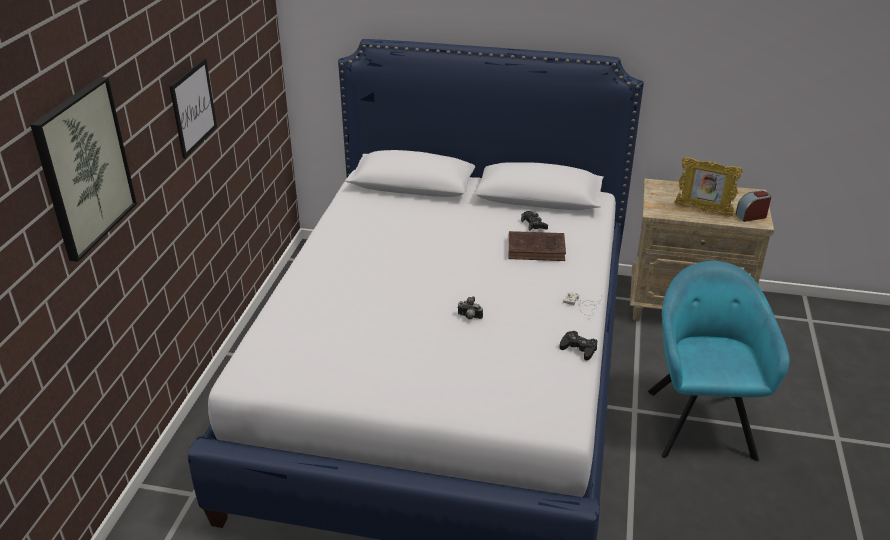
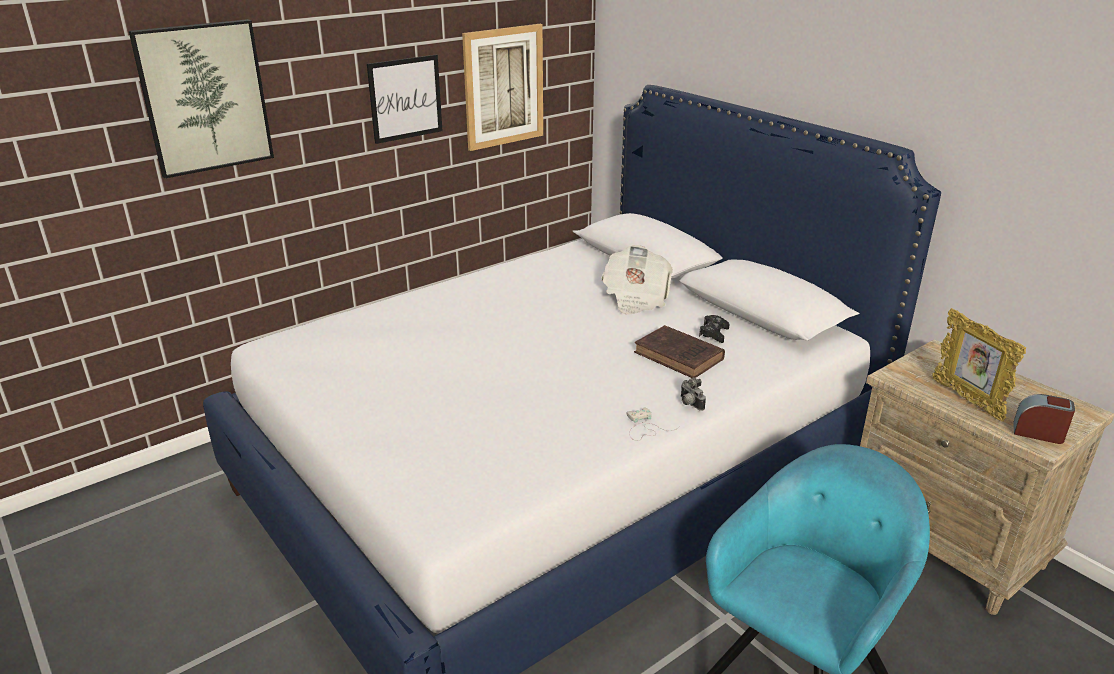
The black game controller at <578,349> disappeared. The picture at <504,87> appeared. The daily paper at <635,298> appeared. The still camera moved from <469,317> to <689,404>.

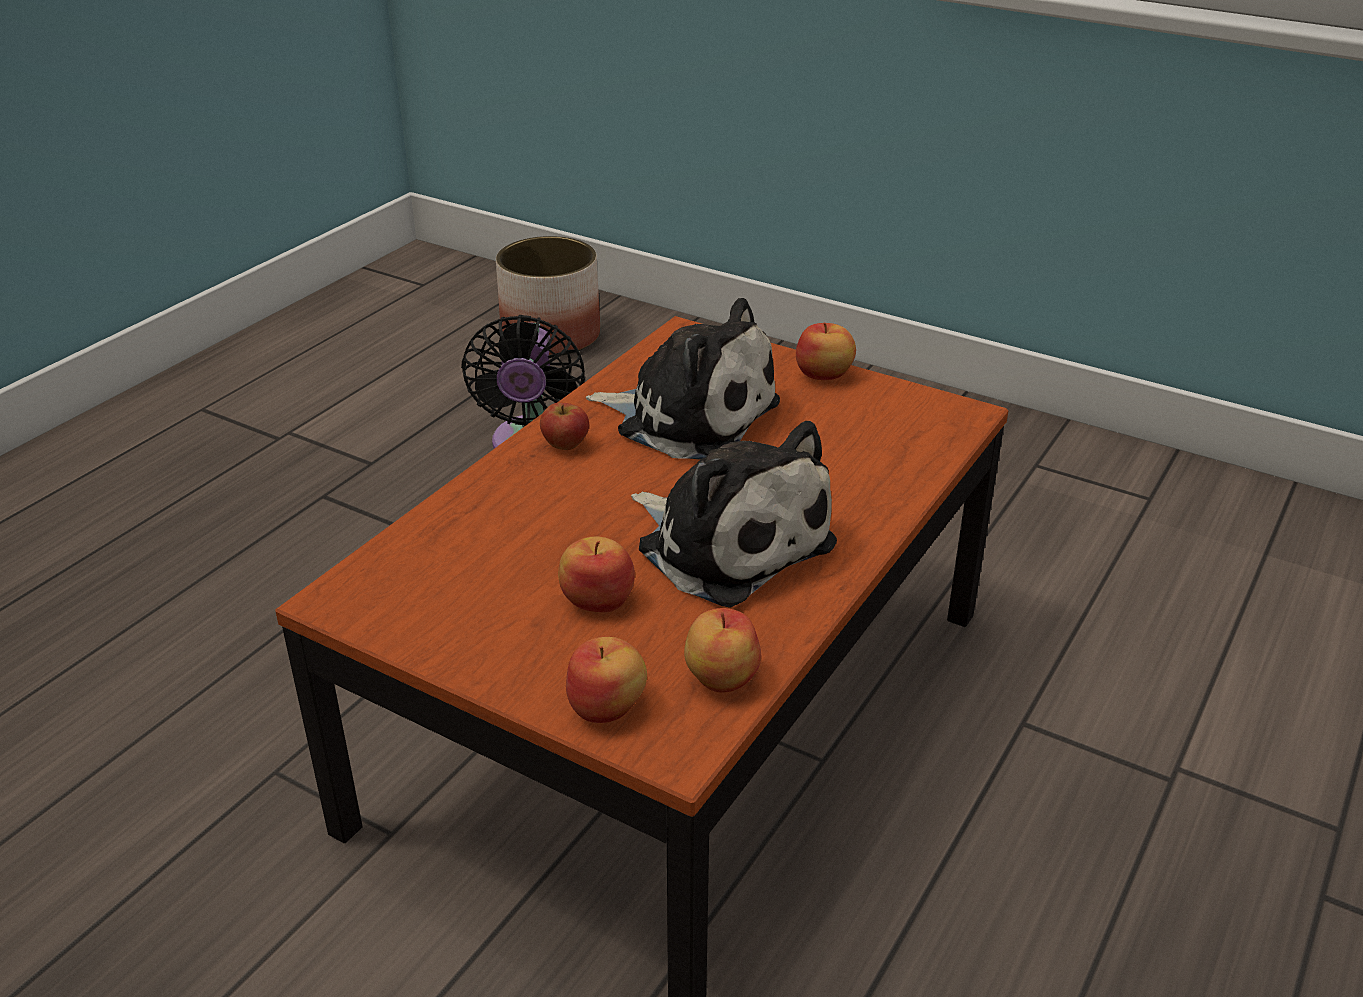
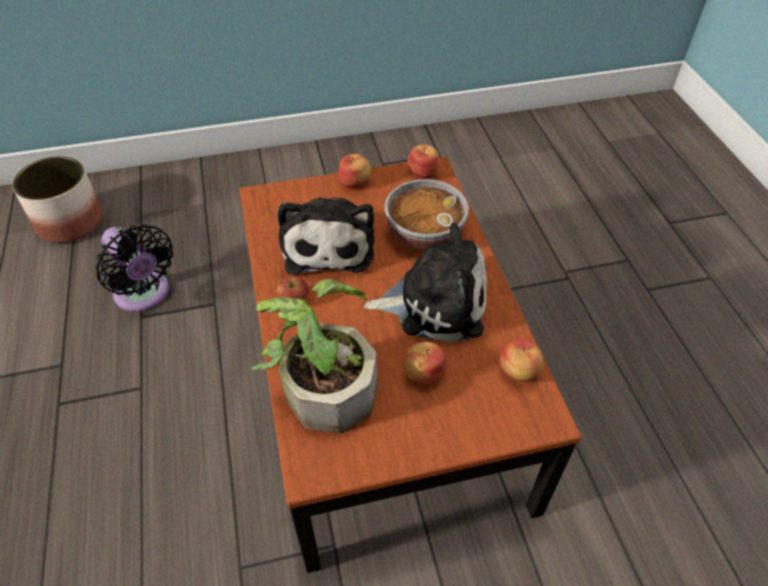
The plant in a pot at <323,384> appeared. The deep dish at <424,232> appeared. The apple fruit moved from <607,707> to <424,172>. The plush toy at <690,416> turned 105 degrees clockwise.

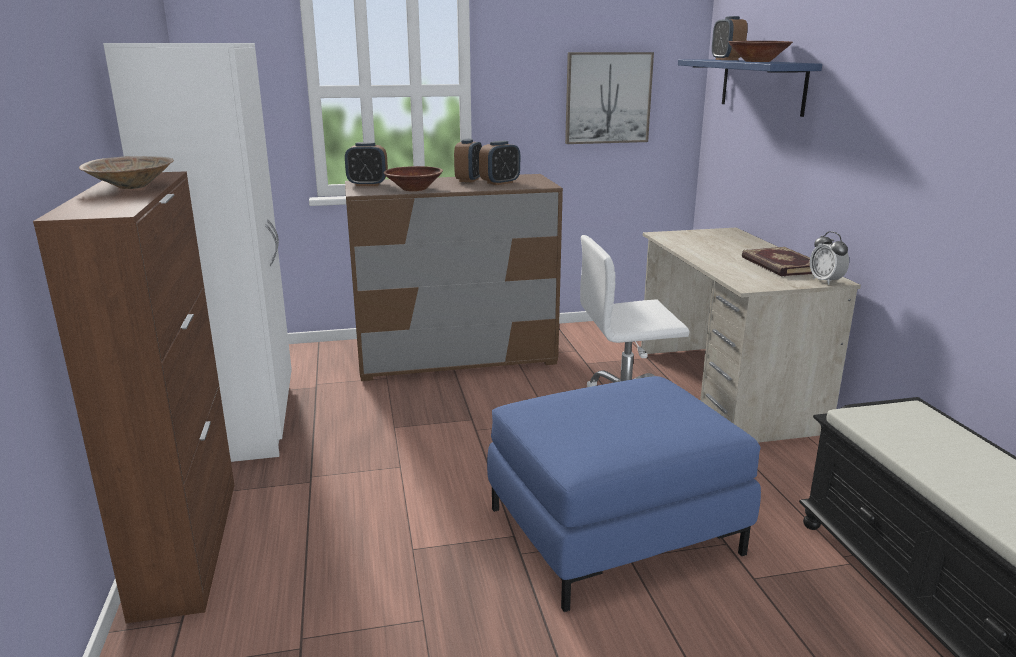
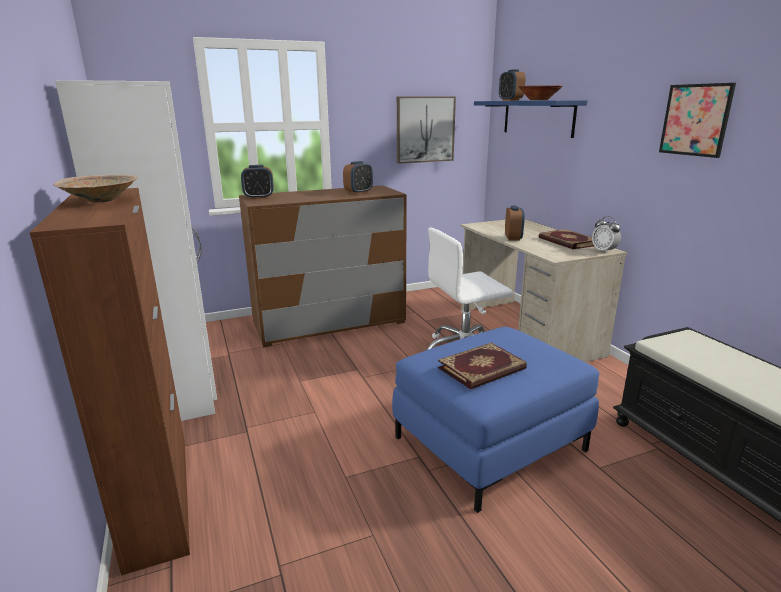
The brown-coloured deep dish at <414,189> disappeared. The bound book at <482,369> appeared. The picture at <695,120> appeared. The bedside clock moved from <469,180> to <513,238>.

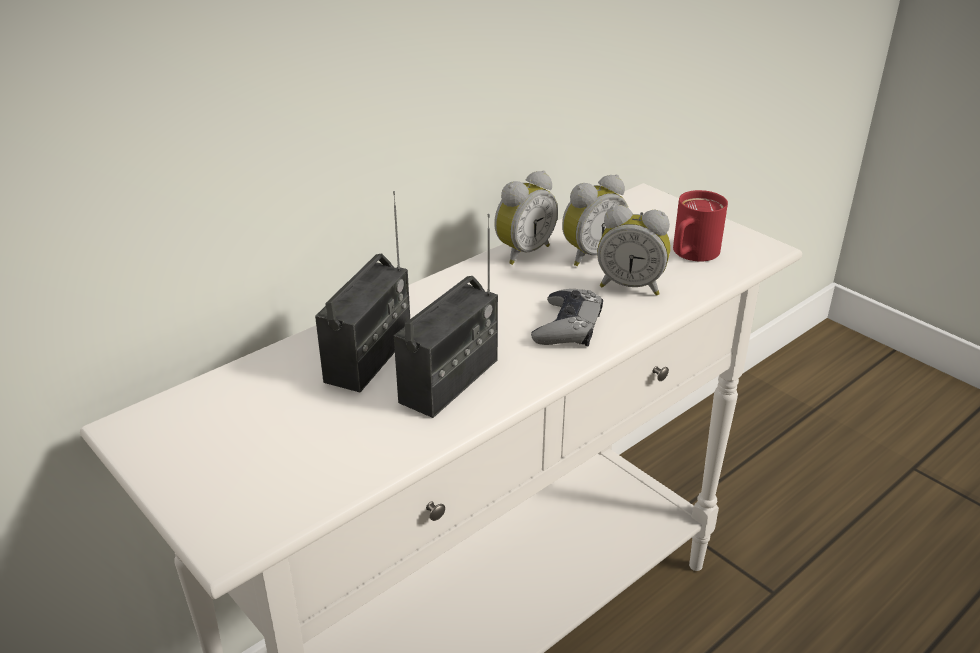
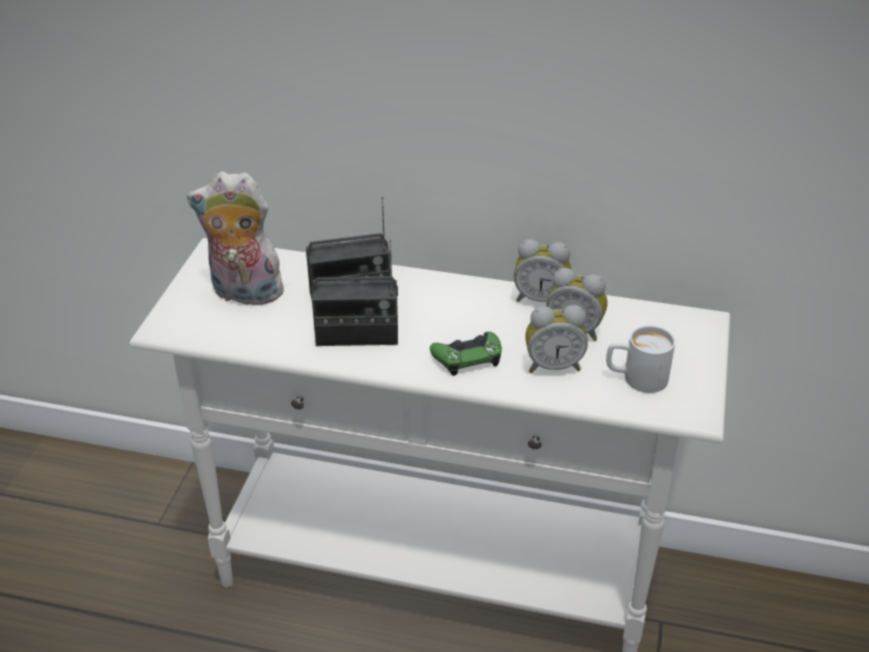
The plush toy at <244,294> appeared. The grey game controller at <568,326> became the green game controller at <467,357>. The red-coloured tea mug at <691,254> became the white tea mug at <635,378>. The bedside clock at <630,285> turned 75 degrees counterclockwise.

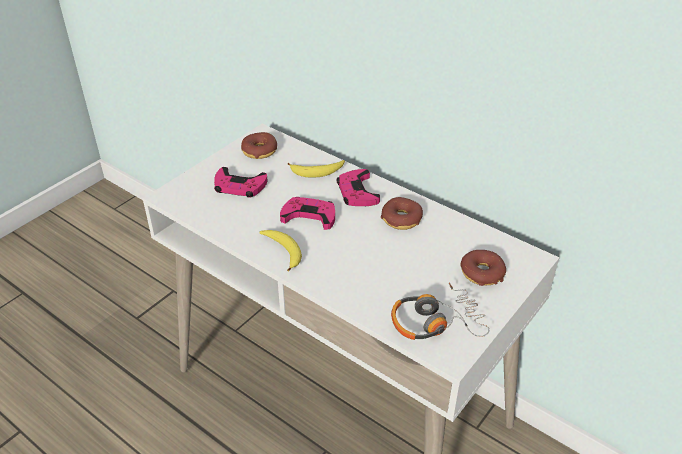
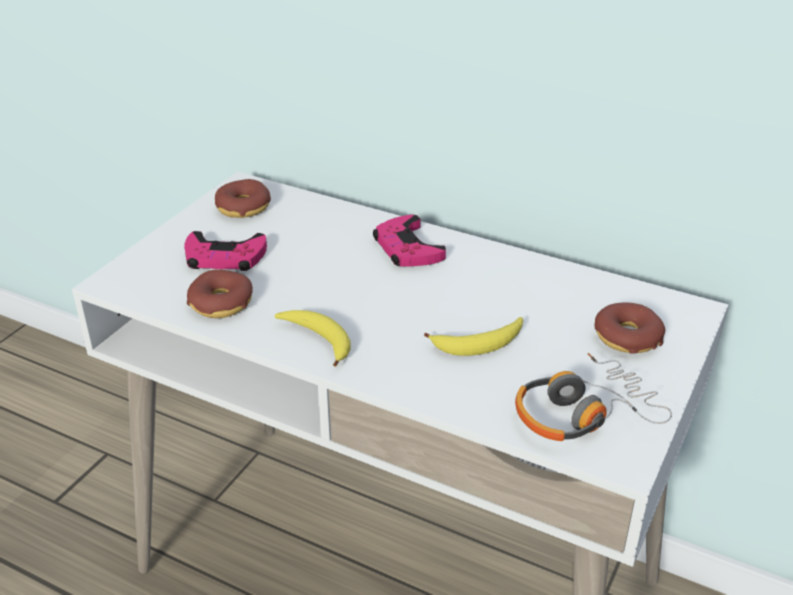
The pinkish game controller at <309,216> disappeared. The banana fruit moved from <317,172> to <479,344>. The donut moved from <401,219> to <221,303>.

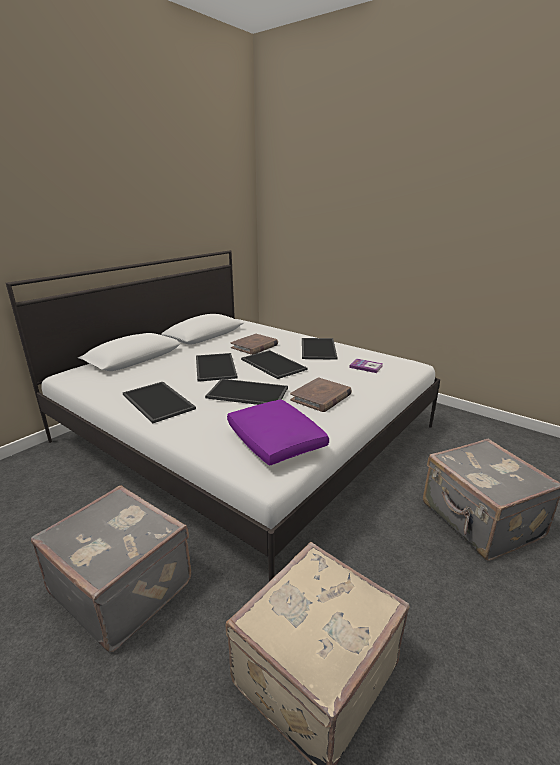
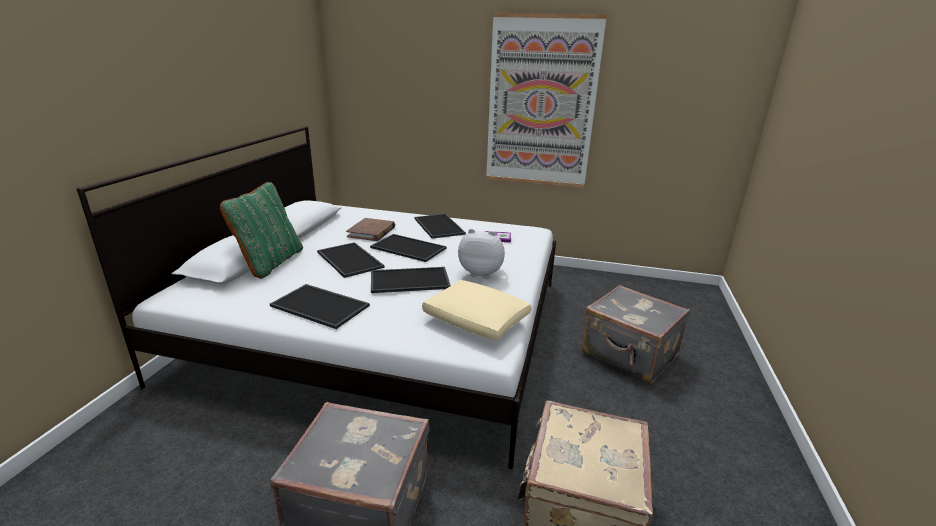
The green pillow at <270,262> appeared. The picture at <541,104> appeared. The brown-coloured bound book at <321,397> was replaced by the plush toy at <481,273>. The purplish pillow at <275,441> became the beige pillow at <475,320>.

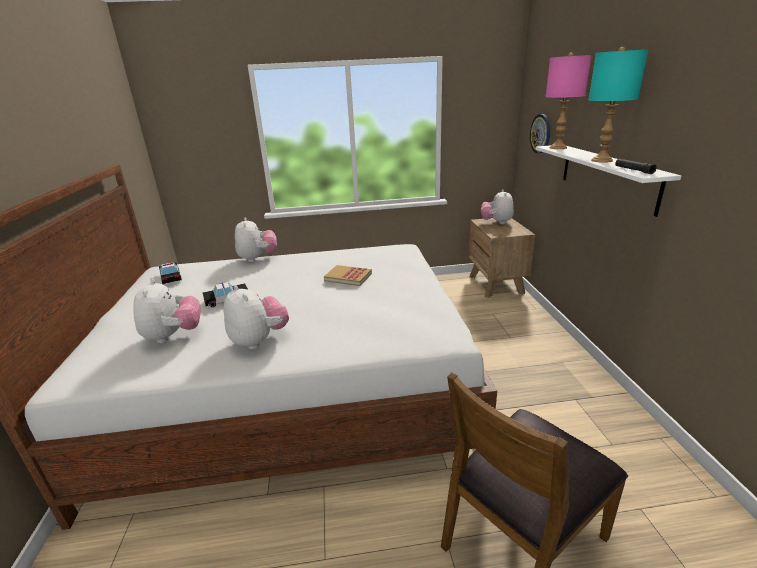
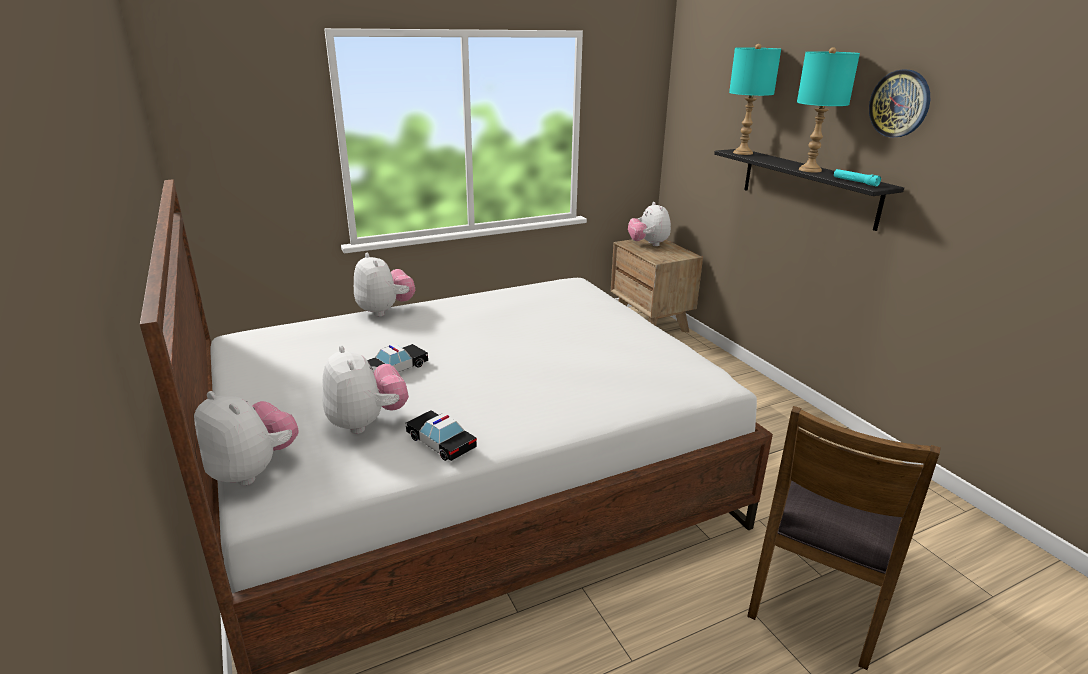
The bound book at <348,277> disappeared. The miniature car moved from <171,277> to <441,442>. The plush toy moved from <259,340> to <252,470>. The wall clock moved from <541,133> to <900,103>. The white wall shelf at <606,176> became the black wall shelf at <808,187>. The pinkish tabletop lamp at <558,148> became the blue-green tabletop lamp at <743,153>. The black flashlight at <633,170> became the blue-green flashlight at <855,182>.

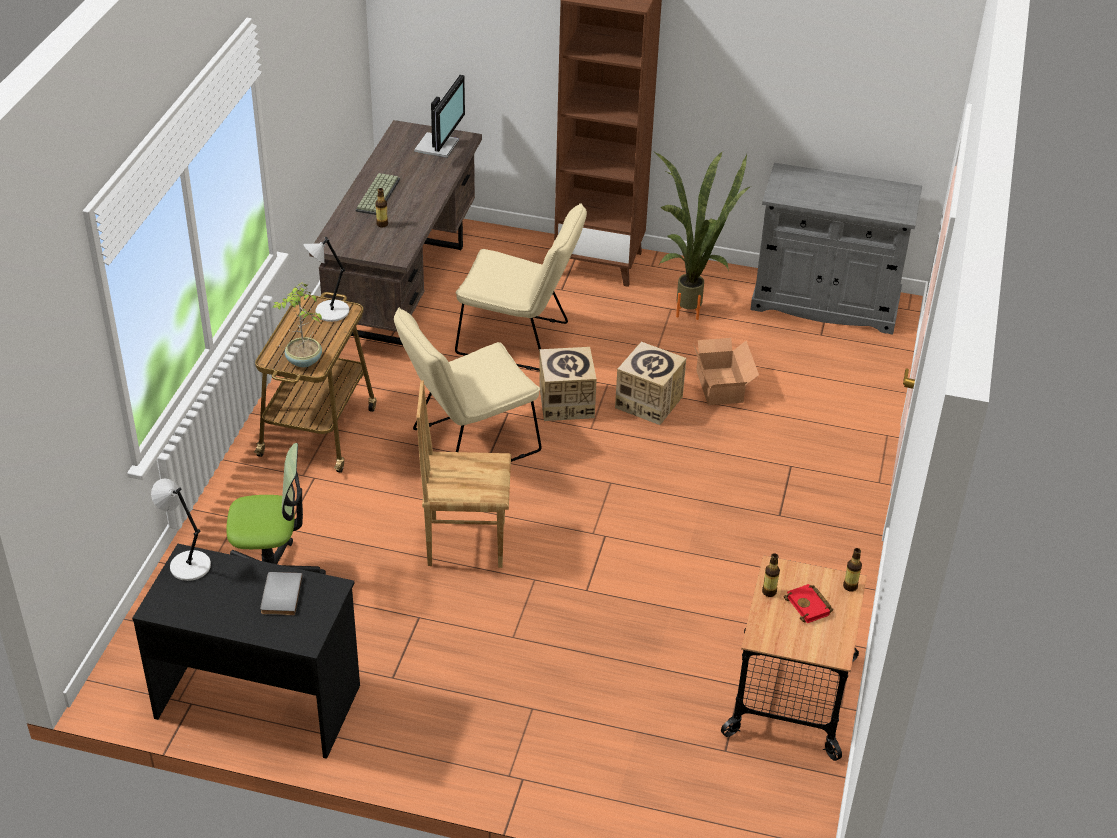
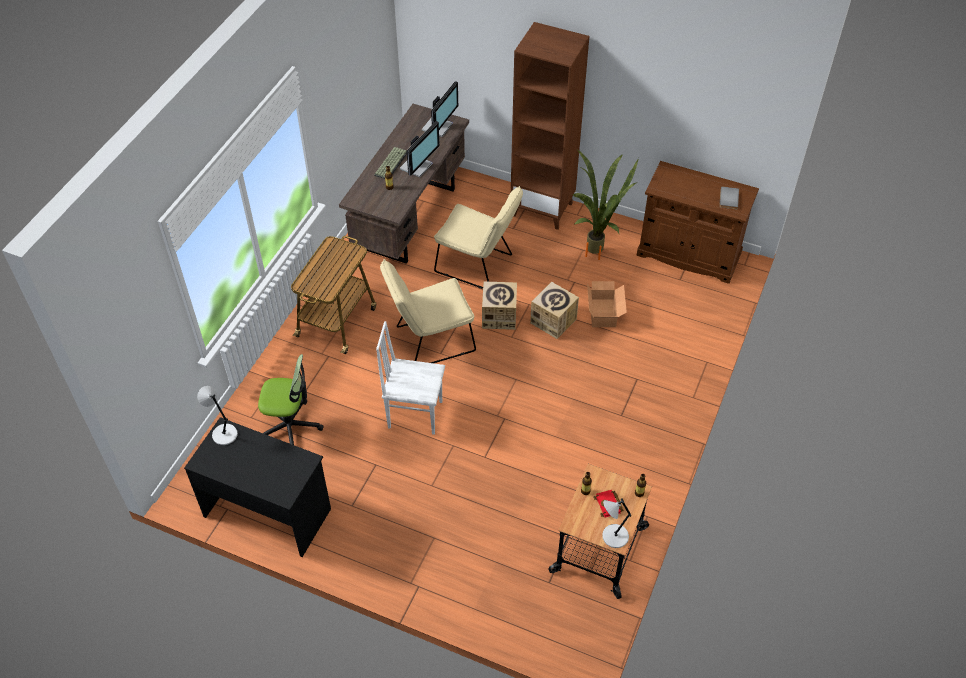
The plant in a pot at <303,361> disappeared. The computer display at <417,166> appeared. The grey bound book moved from <279,595> to <728,198>. The grey tabletop lamp moved from <330,312> to <613,537>. The brown-coloured plain chair at <465,542> became the white plain chair at <415,413>. The grey storage cabinet at <825,302> became the brown-coloured storage cabinet at <688,254>.

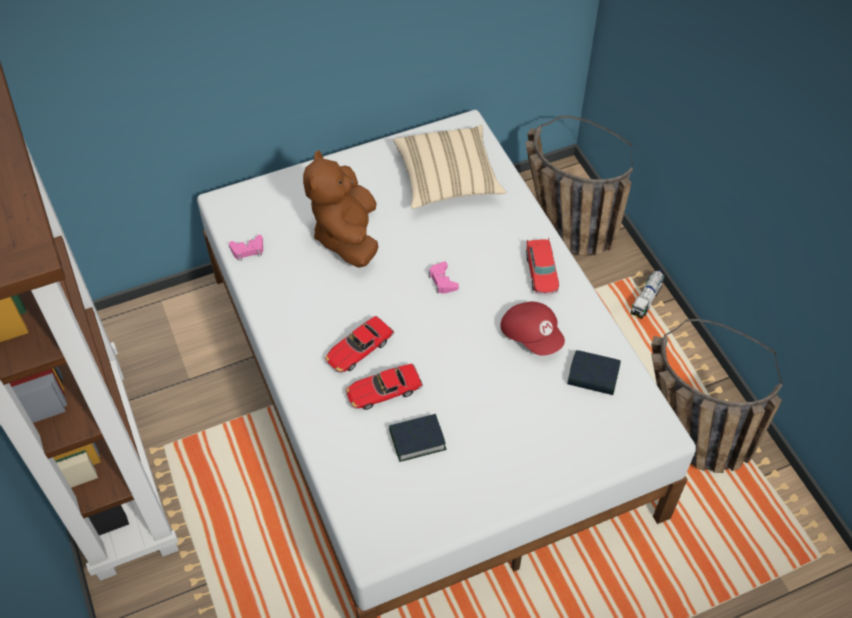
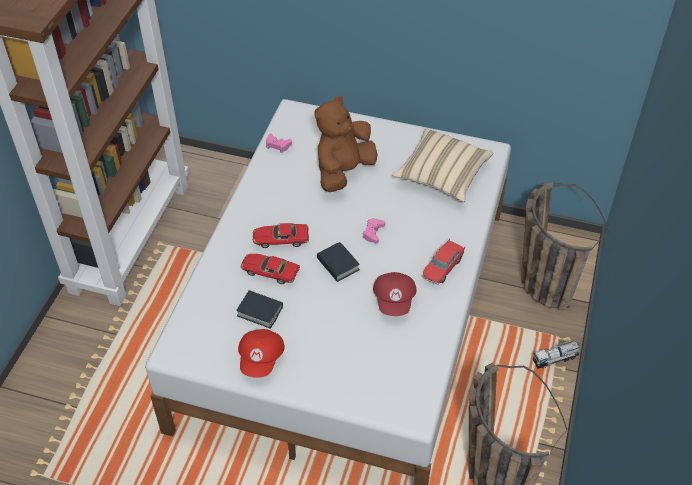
The red-coloured peaked cap at <262,359> appeared. The bound book moved from <593,376> to <338,265>.

